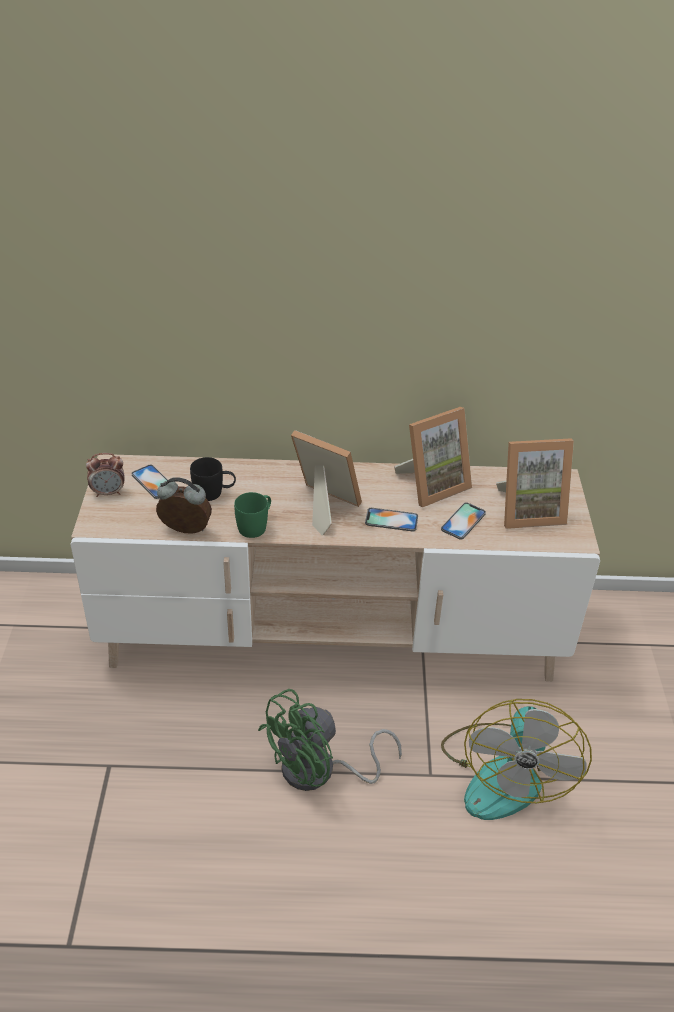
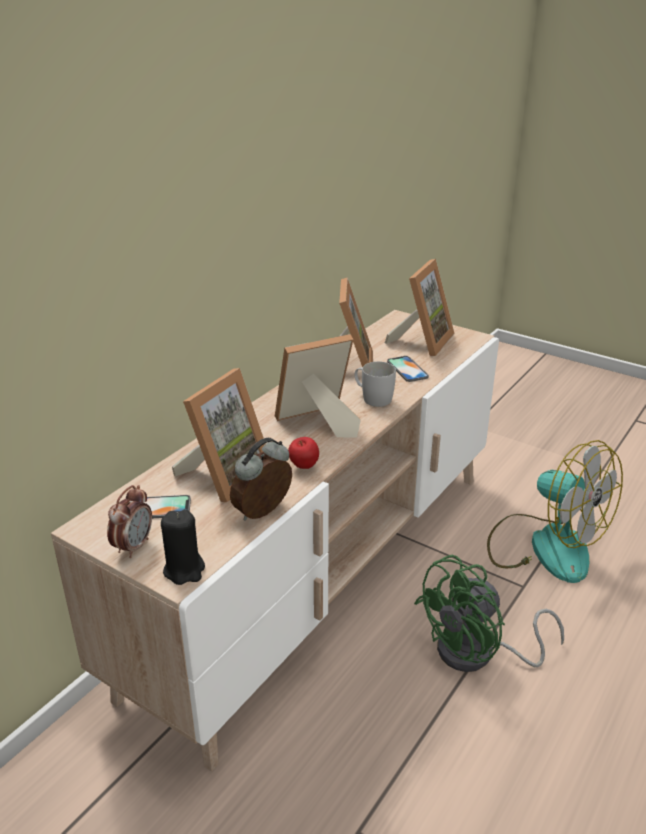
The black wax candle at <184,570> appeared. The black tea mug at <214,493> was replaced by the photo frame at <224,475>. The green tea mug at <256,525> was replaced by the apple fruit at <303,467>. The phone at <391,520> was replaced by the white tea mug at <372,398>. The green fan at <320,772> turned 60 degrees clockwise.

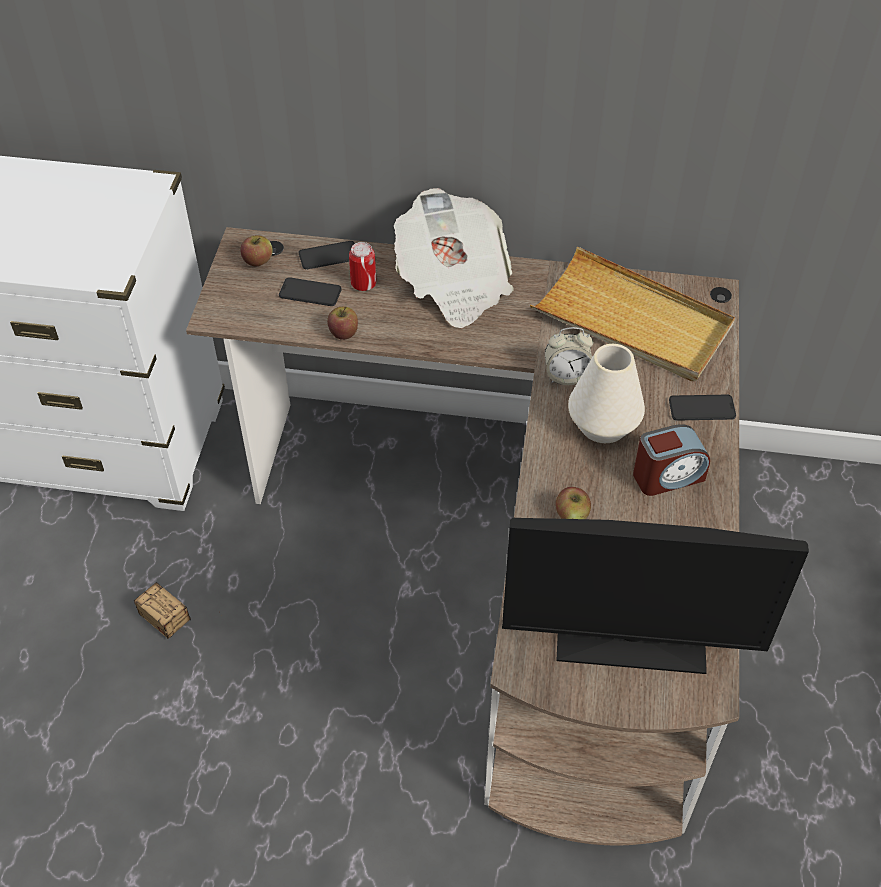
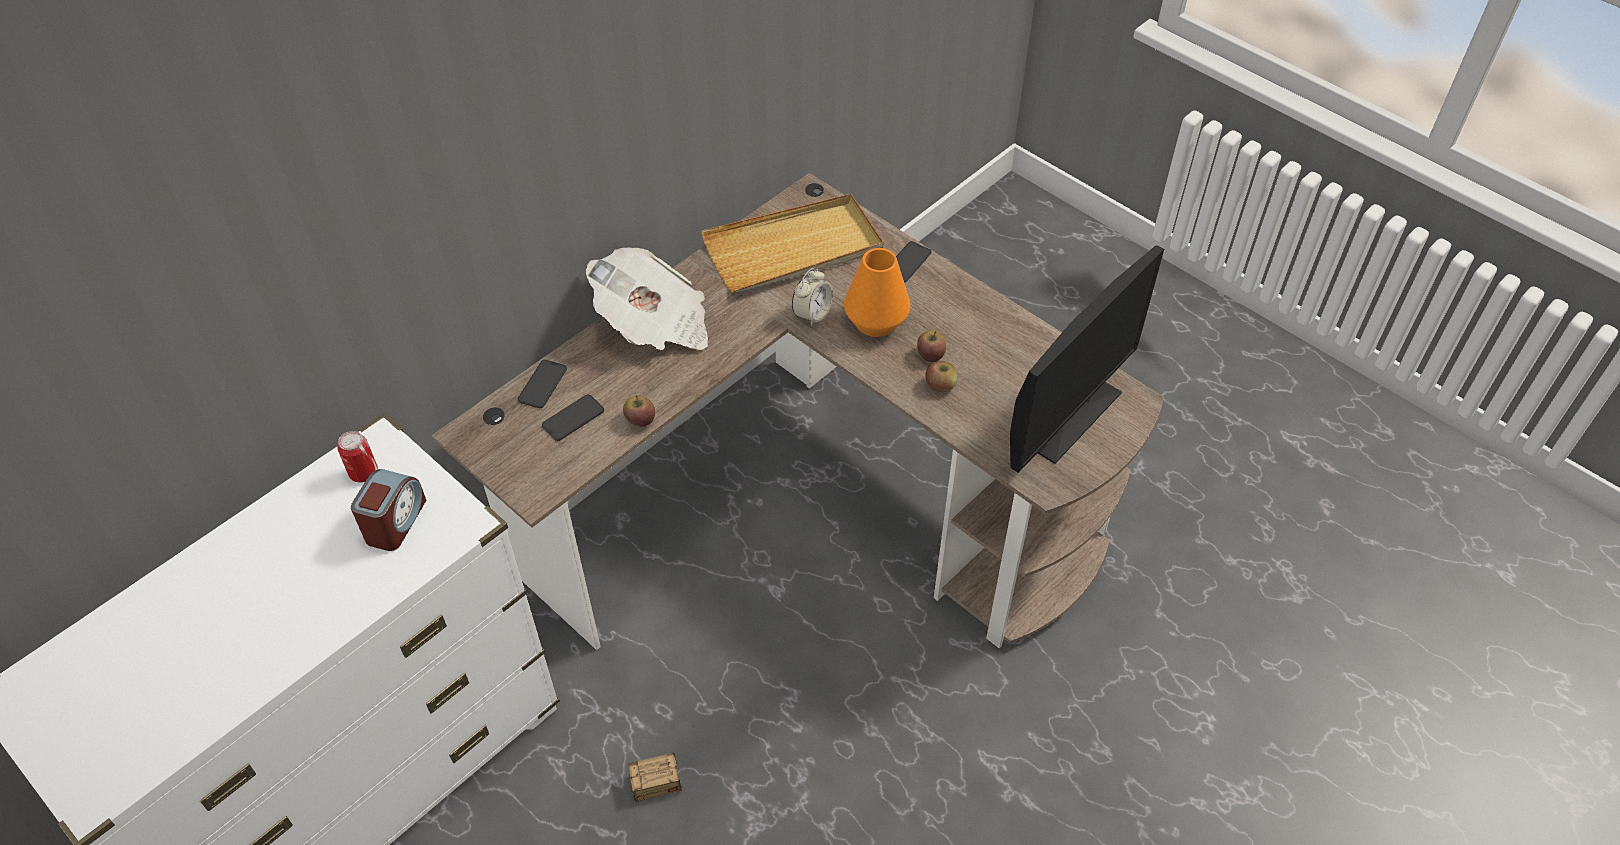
The apple fruit moved from <258,260> to <930,355>. The can moved from <363,284> to <363,472>. The bedside clock moved from <667,476> to <395,522>. The white decorative vase at <603,425> became the orangey decorative vase at <876,322>.

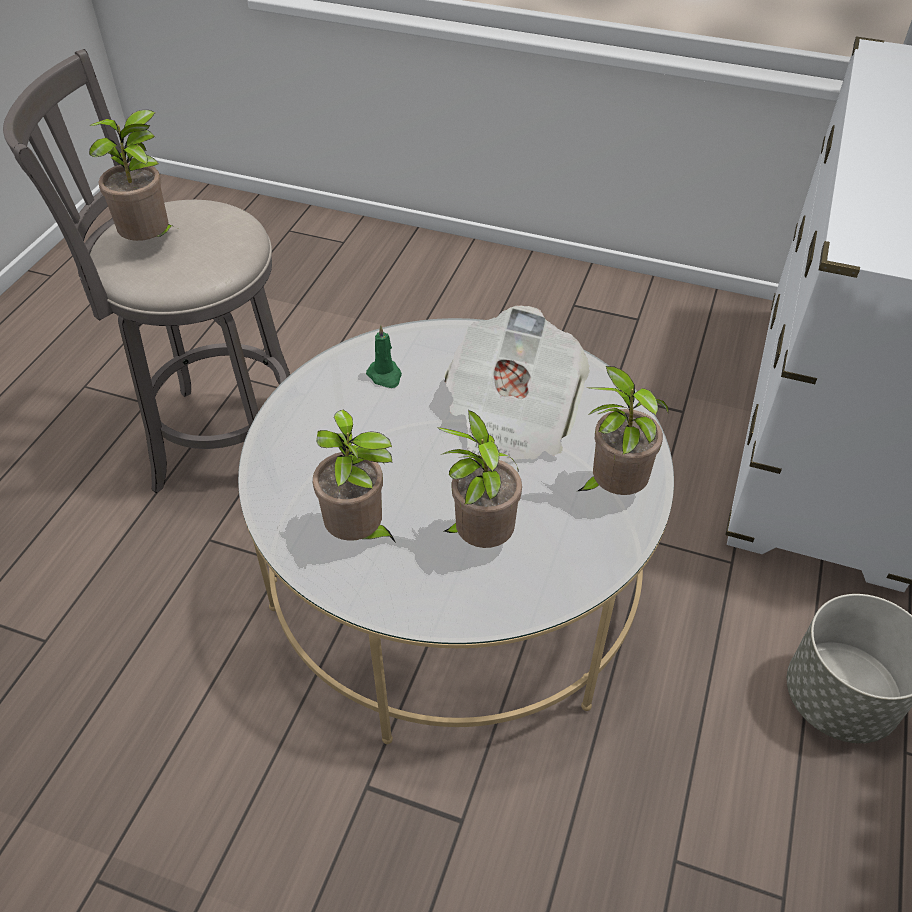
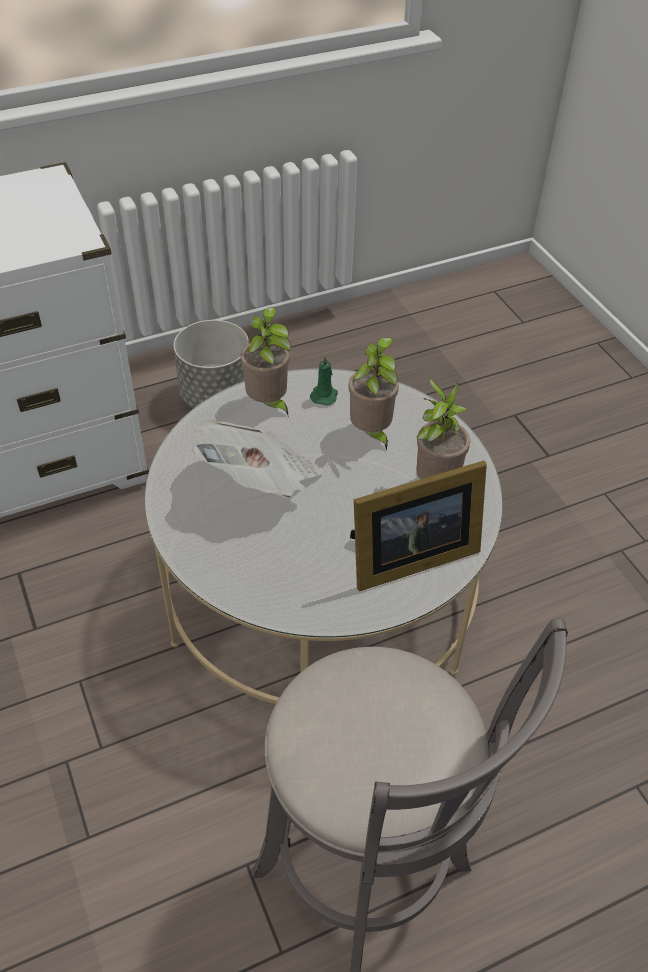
The plant in a pot at <152,243> disappeared. The photo frame at <407,558> appeared. The green wax candle moved from <385,376> to <324,395>.

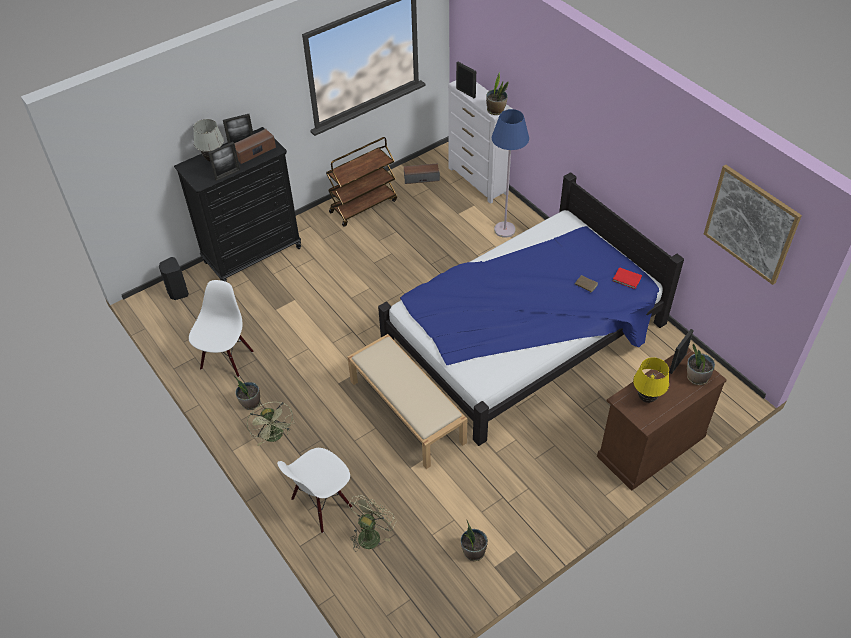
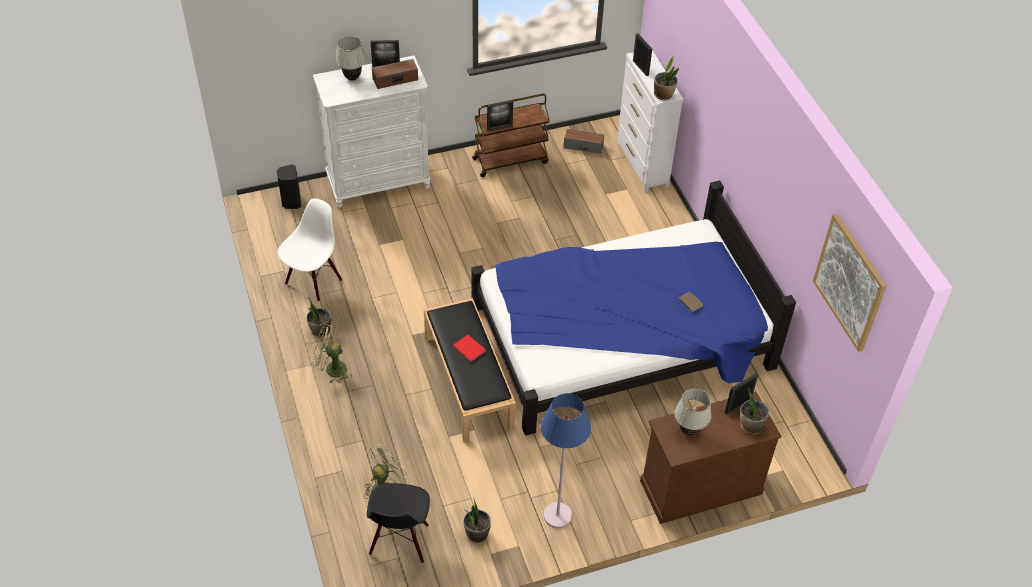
The white plain chair at <321,504> disappeared. The black plain chair at <400,540> appeared. The photo frame moved from <227,174> to <499,128>. The blue standard lamp moved from <504,230> to <557,515>. The red-coloured bound book moved from <627,279> to <469,350>. The black chest of drawers at <253,255> became the white chest of drawers at <378,183>. The beige long seat at <408,411> became the black long seat at <469,382>. The yellowish tabletop lamp at <646,398> became the white tabletop lamp at <689,431>. The green fan at <275,437> turned 105 degrees clockwise.

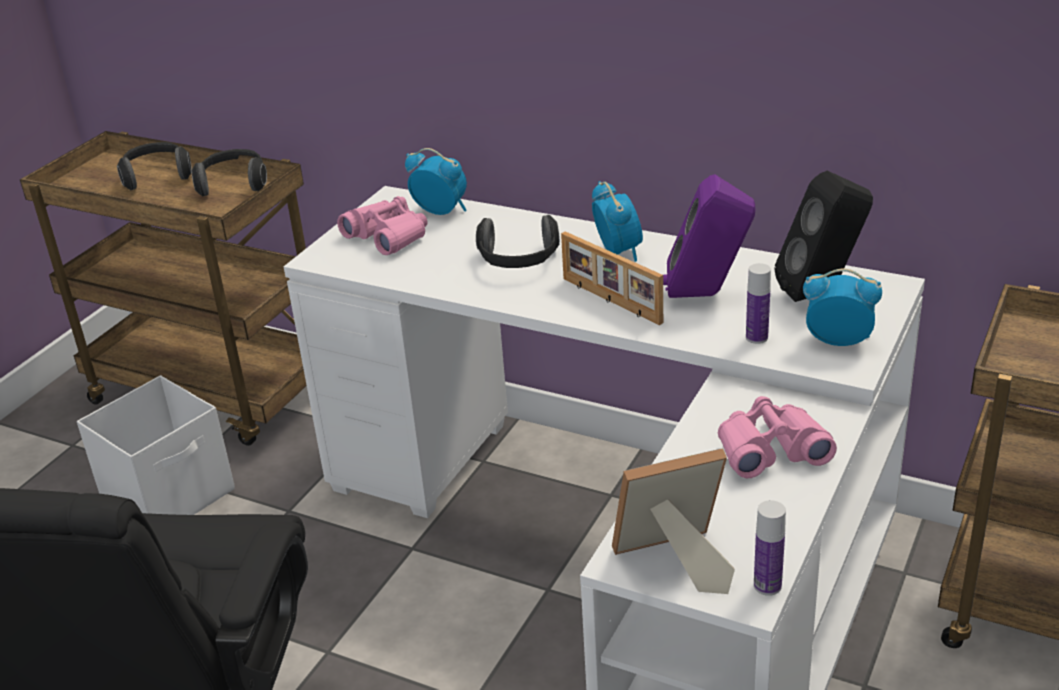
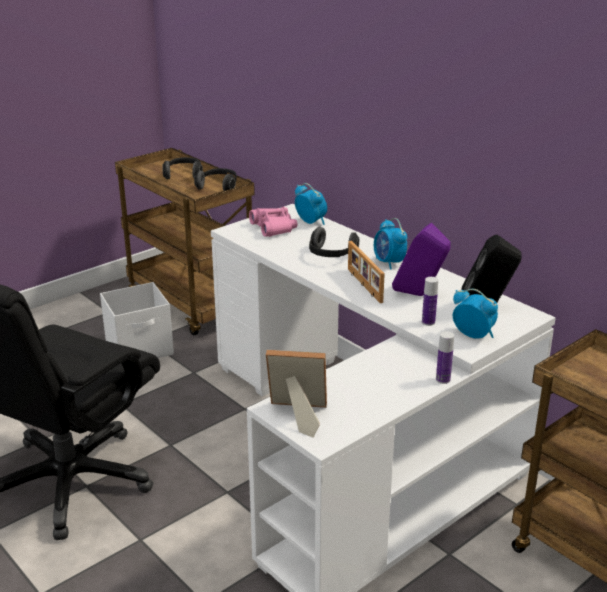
The pinkish field glasses at <770,450> disappeared. The beverage bottle moved from <767,585> to <443,379>. The bedside clock at <618,252> turned 150 degrees clockwise.

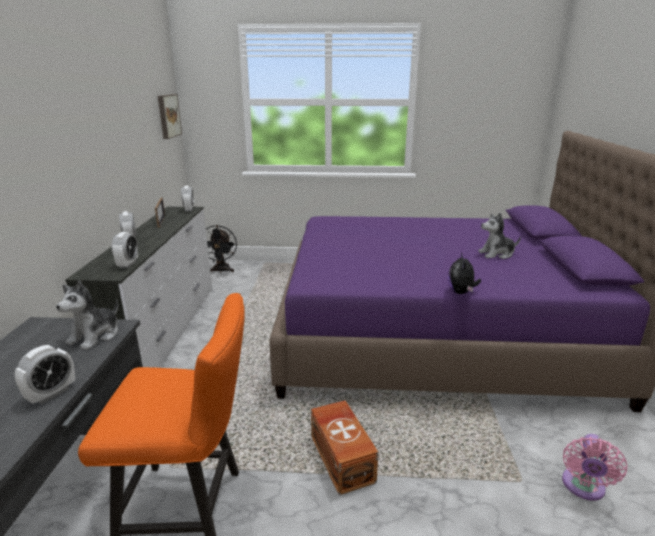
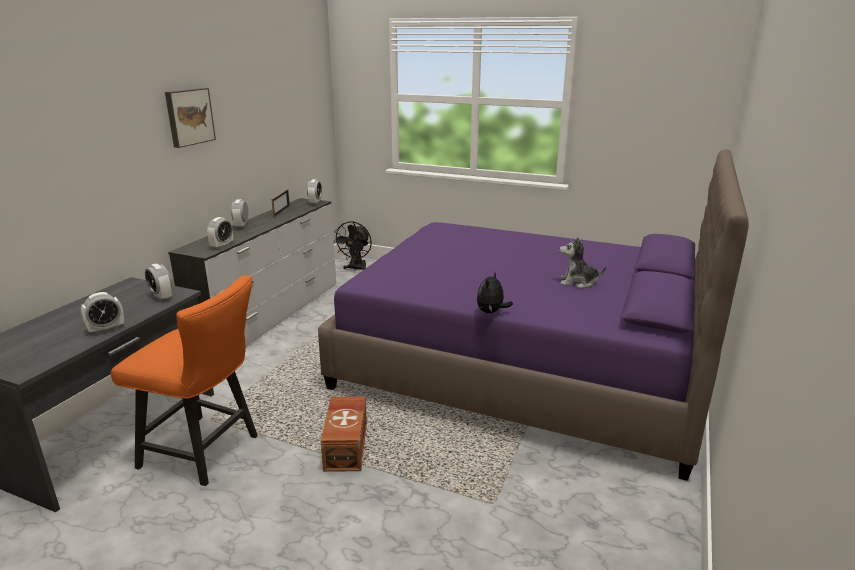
The pinkish fan at <583,487> disappeared. The picture moved from <168,116> to <189,117>. The plush toy at <95,336> was replaced by the bedside clock at <161,297>.

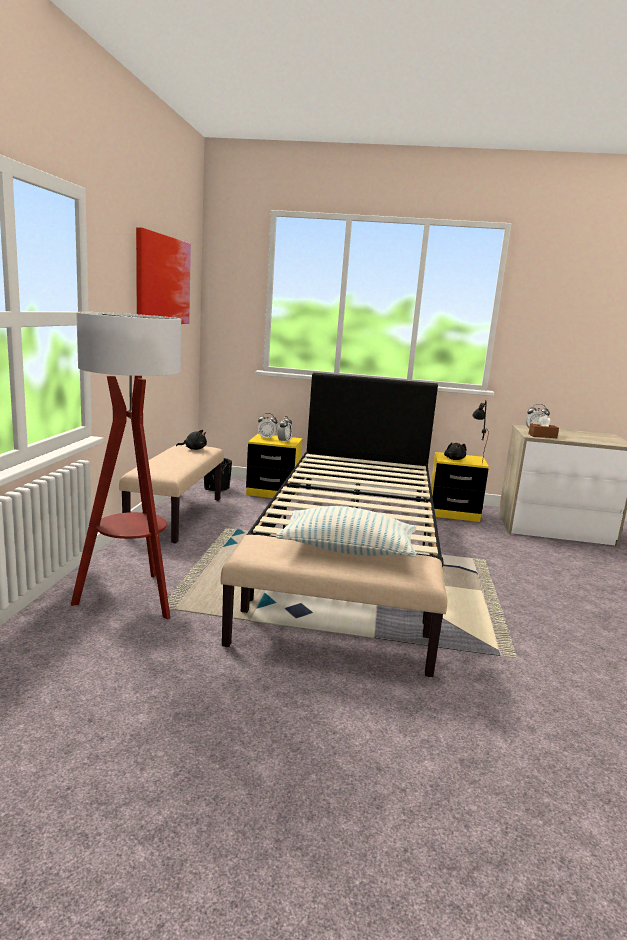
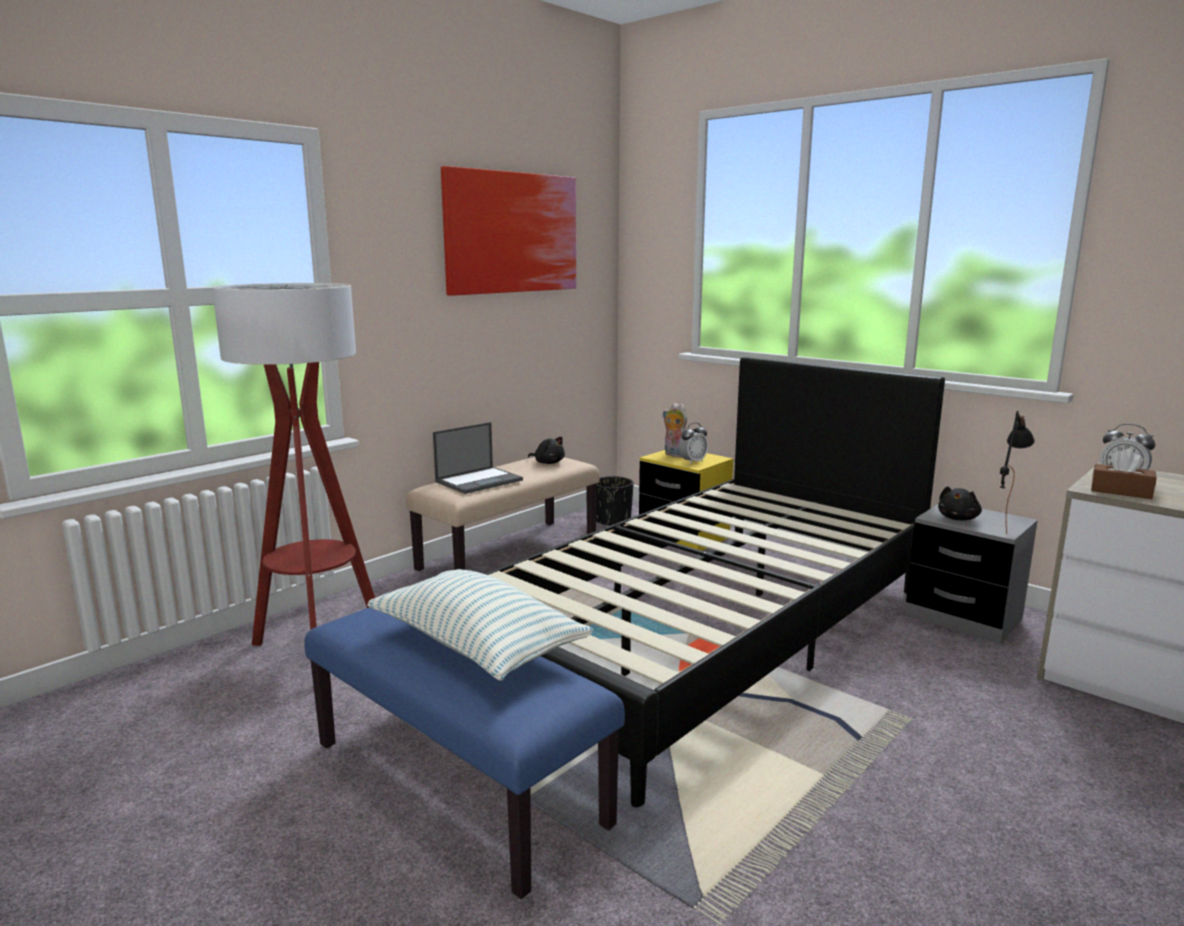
The notebook computer at <479,481> appeared. The bedside clock at <266,438> was replaced by the plush toy at <674,455>. The beige long seat at <330,640> became the blue long seat at <460,782>. The yellowish night table at <453,513> became the grey night table at <963,618>.

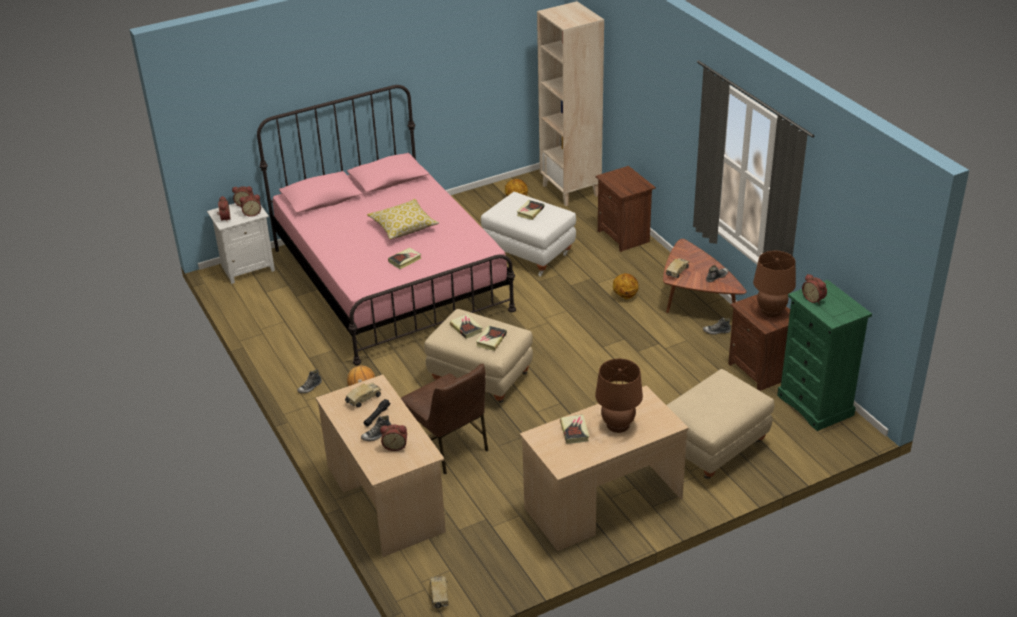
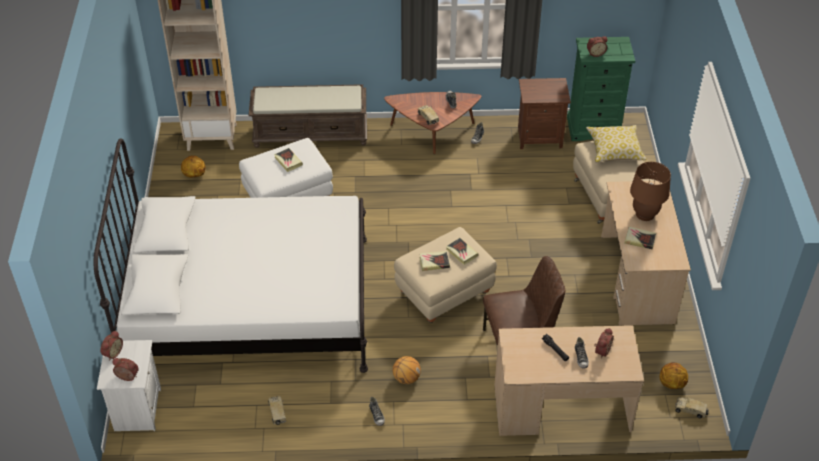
The bedside clock at <252,213> disappeared. The bound book at <405,260> disappeared. The brown-coloured tabletop lamp at <771,311> disappeared. The toy truck moved from <363,399> to <277,413>. The pillow moved from <403,227> to <614,150>. The basketball ball moved from <625,296> to <671,384>. The brown-coloured night table at <624,236> was replaced by the brown-coloured long seat at <311,134>. The pinkish bed at <390,279> became the white bed at <250,304>.

